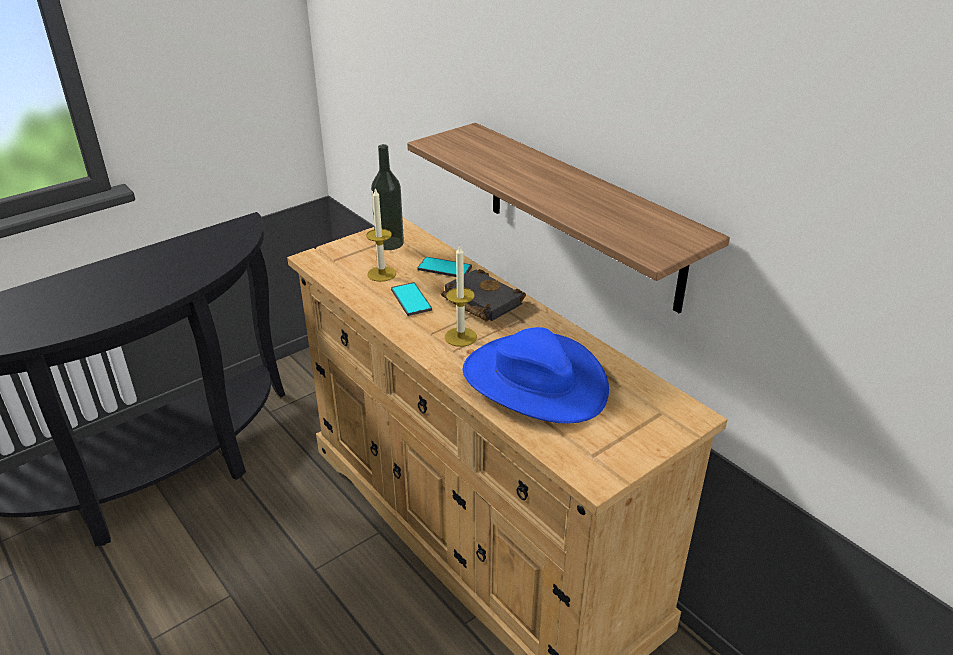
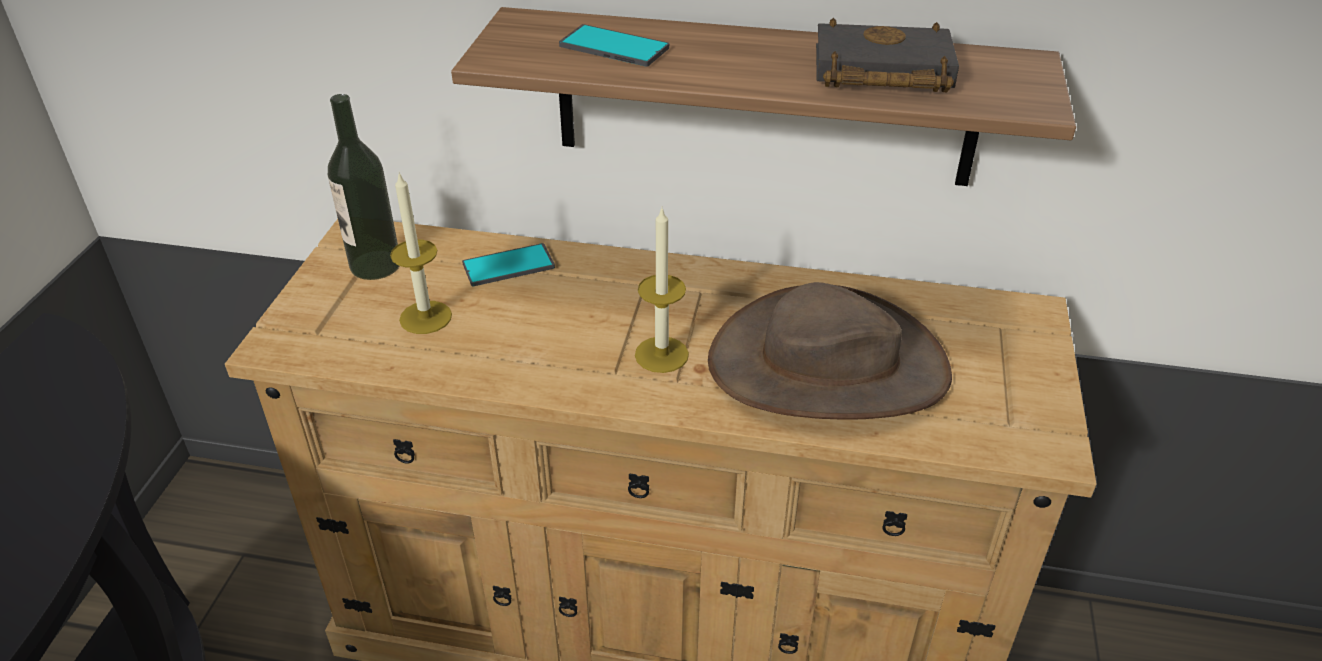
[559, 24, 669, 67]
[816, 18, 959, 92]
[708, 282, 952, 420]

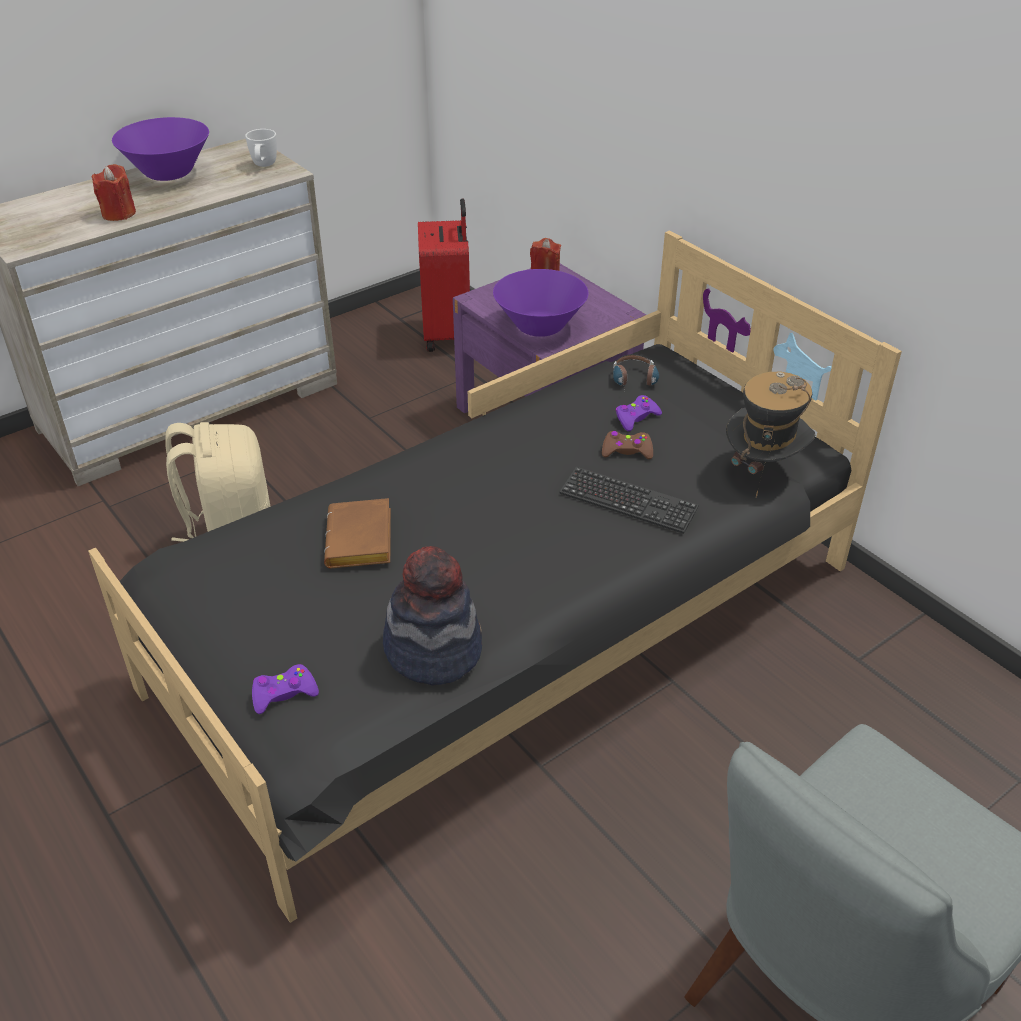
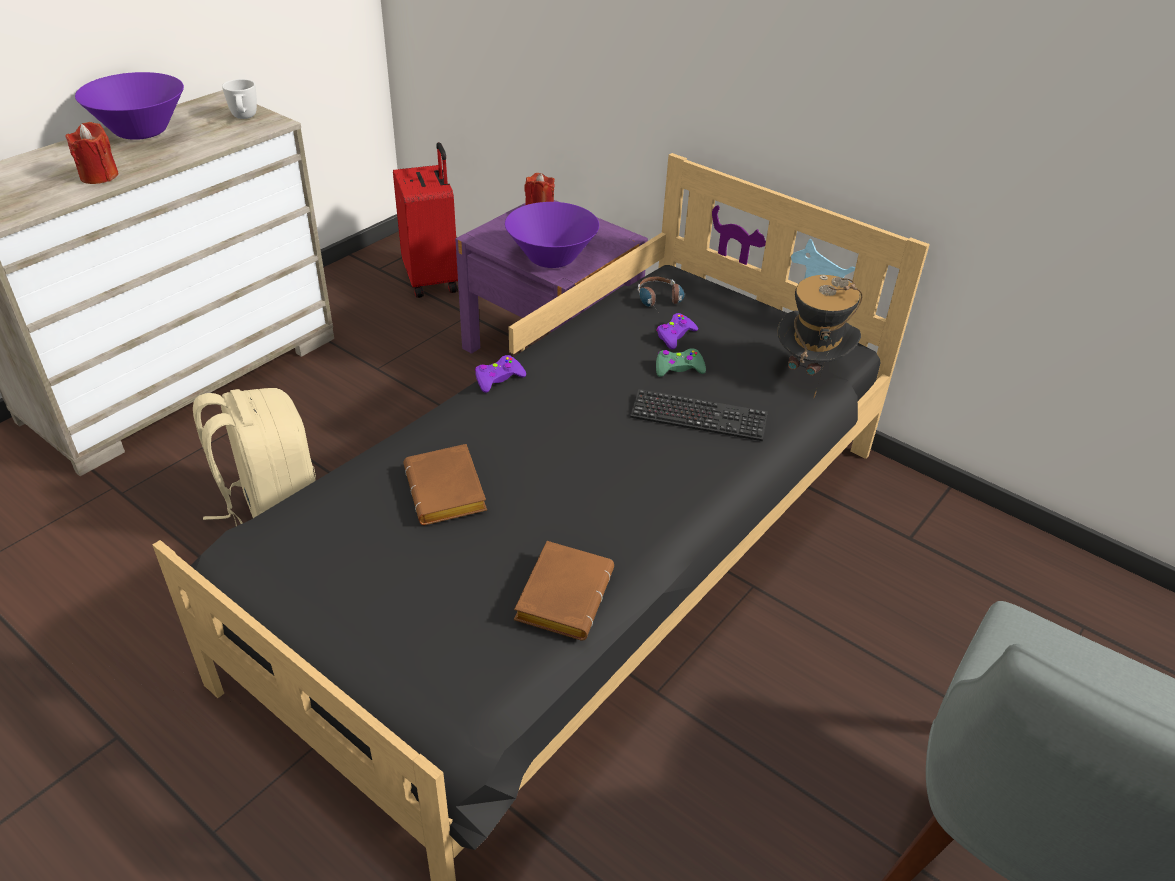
[475, 355, 526, 393]
[514, 541, 614, 641]
[656, 348, 706, 377]

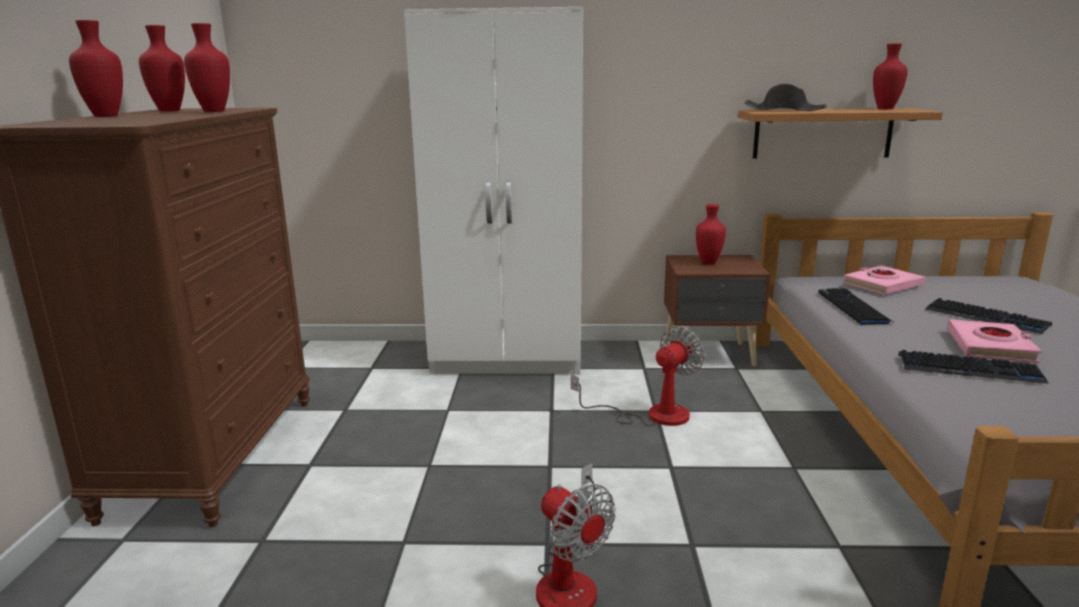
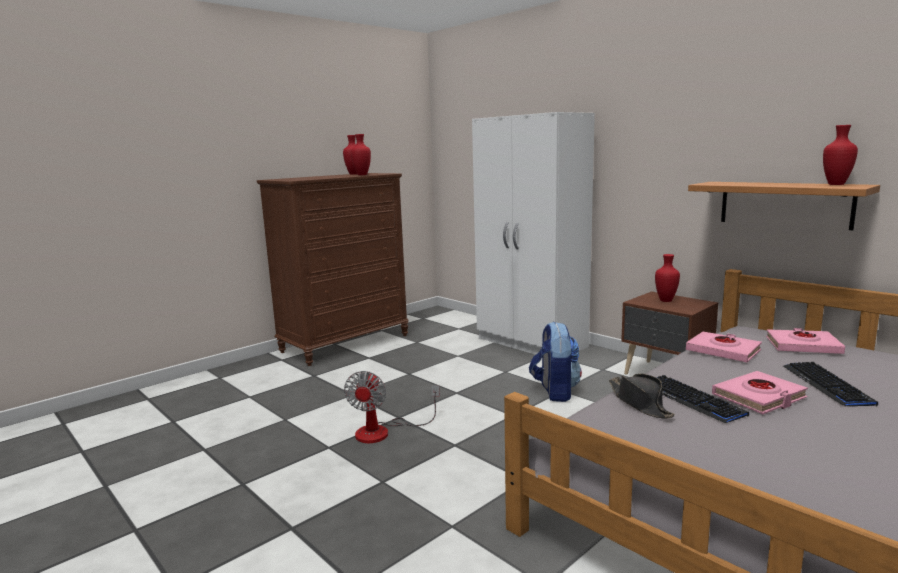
[69, 20, 123, 117] (first image)
[609, 374, 675, 419]
[529, 321, 582, 402]
[686, 332, 762, 362]

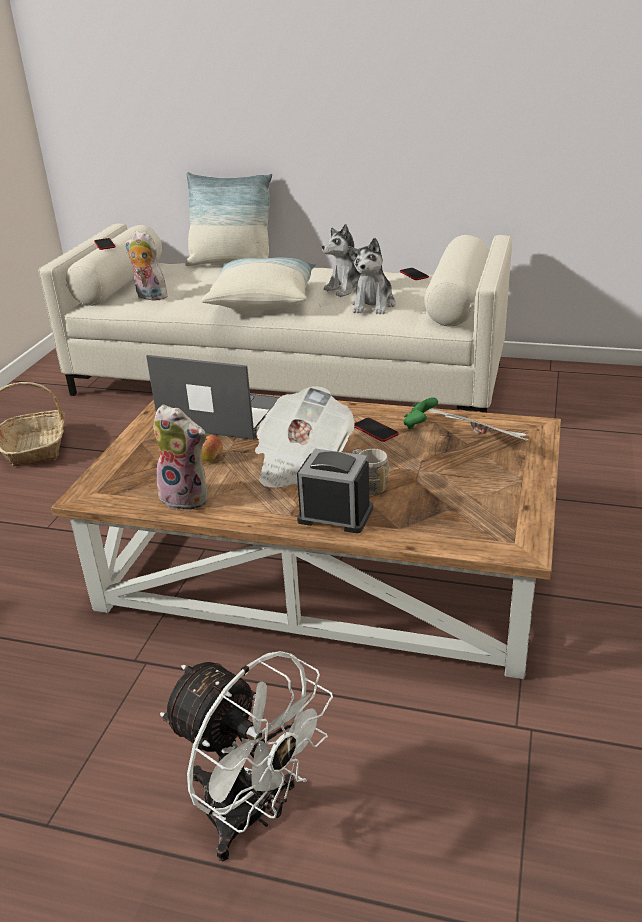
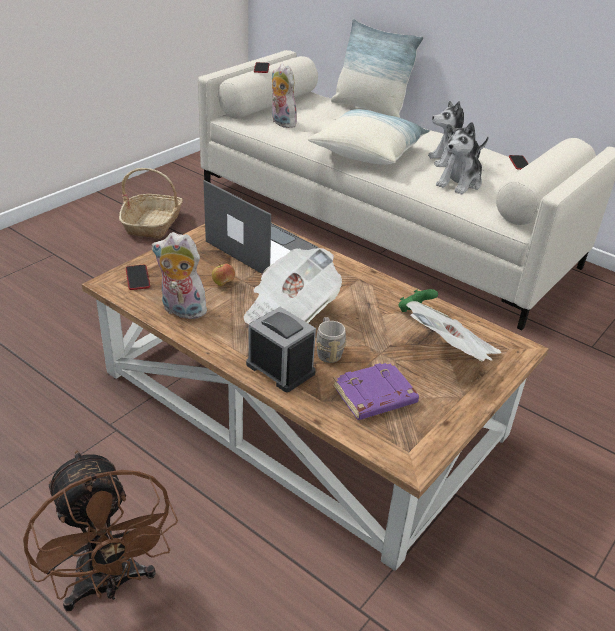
[333, 362, 419, 420]
[126, 265, 150, 290]
[23, 451, 178, 611]
[152, 232, 207, 321]

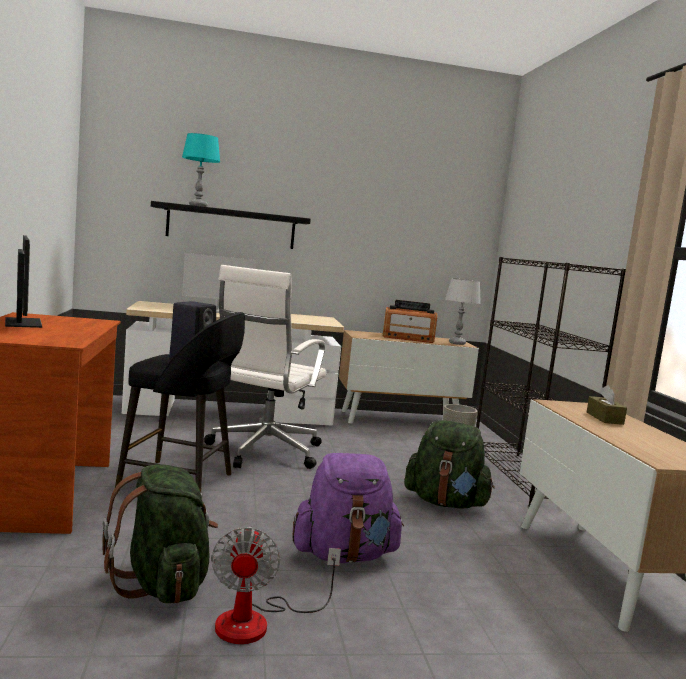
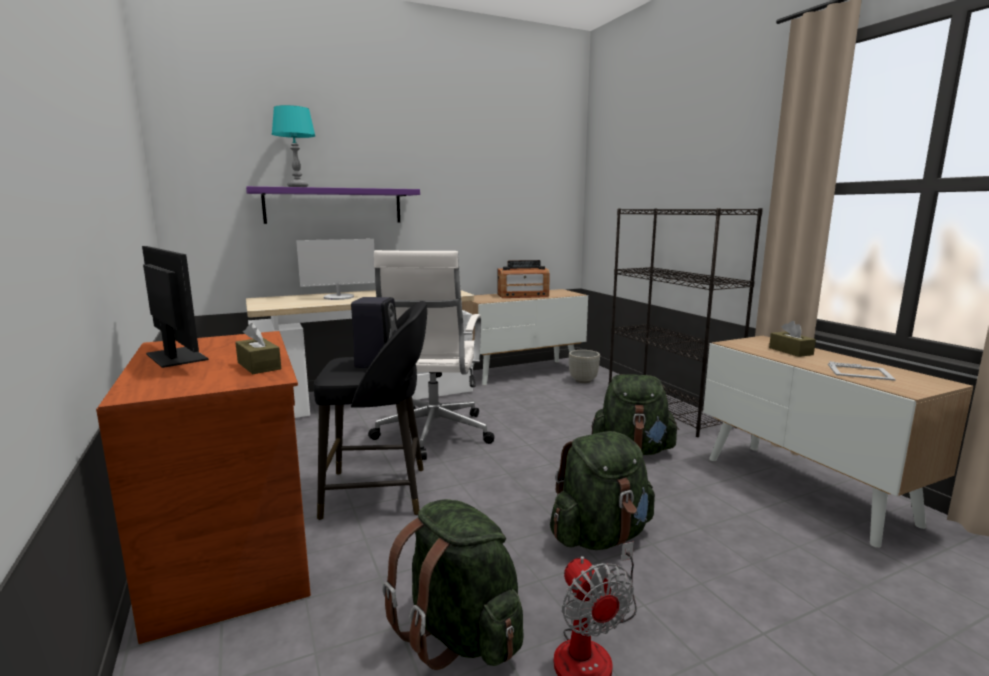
[445, 278, 481, 345] (first image)
[235, 323, 281, 374]
[828, 361, 896, 381]
[246, 186, 420, 224]
[550, 431, 655, 550]

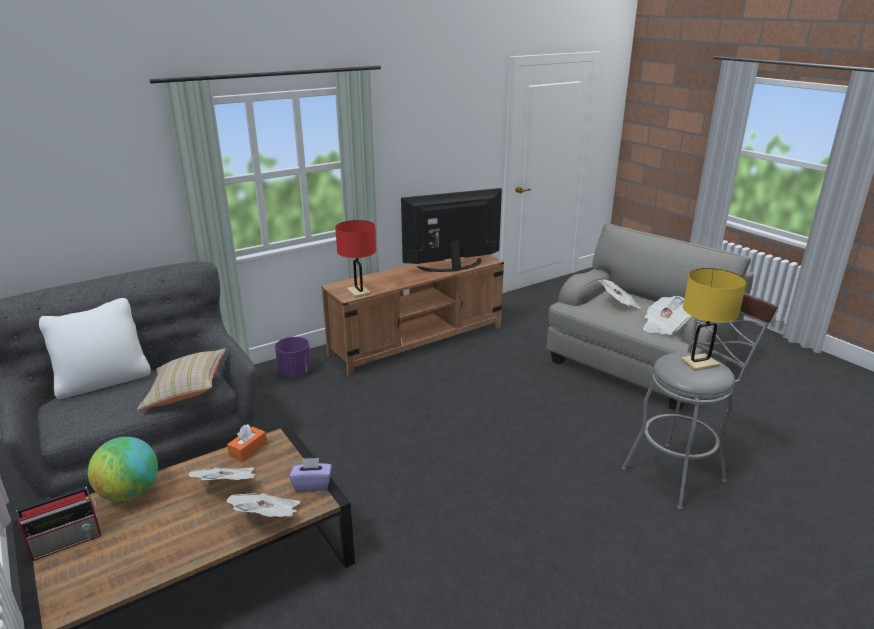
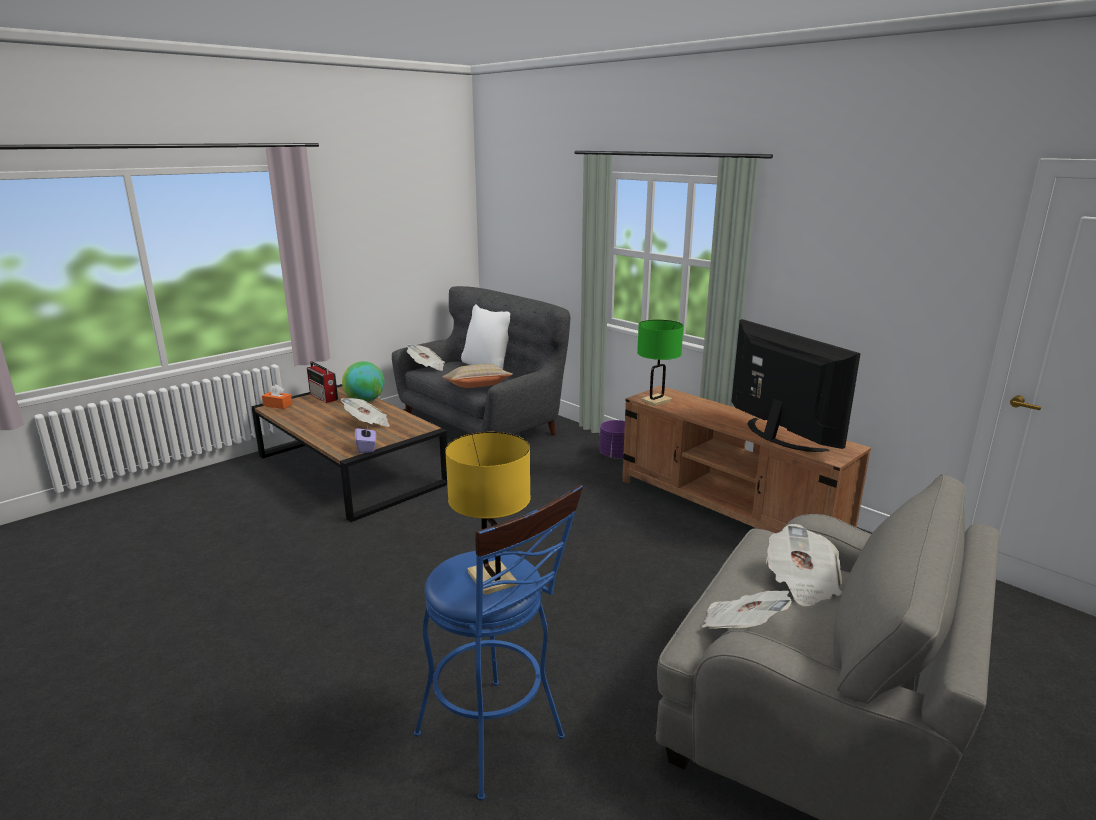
[262, 384, 293, 409]
[407, 344, 445, 371]
[637, 320, 683, 406]
[414, 484, 583, 801]

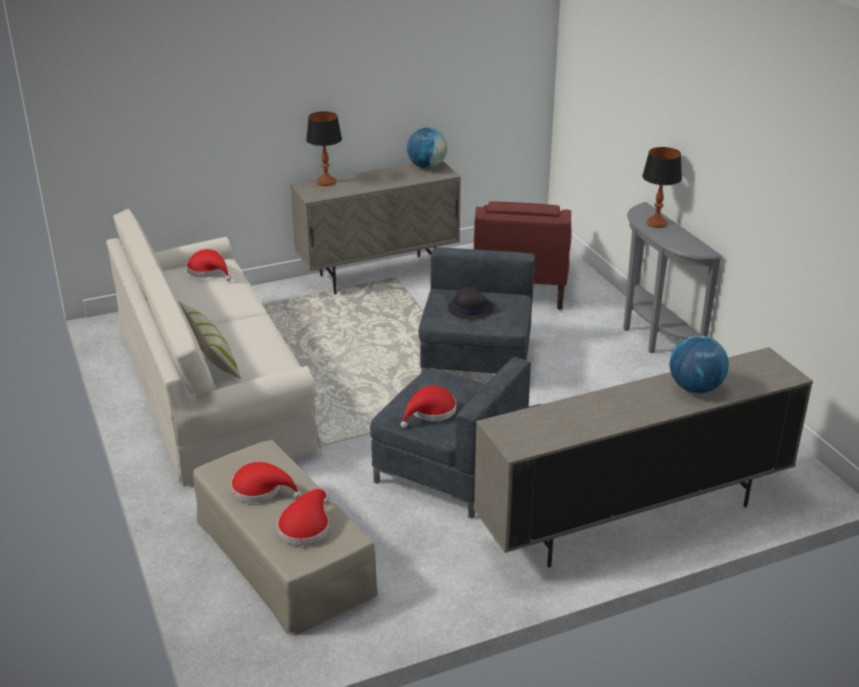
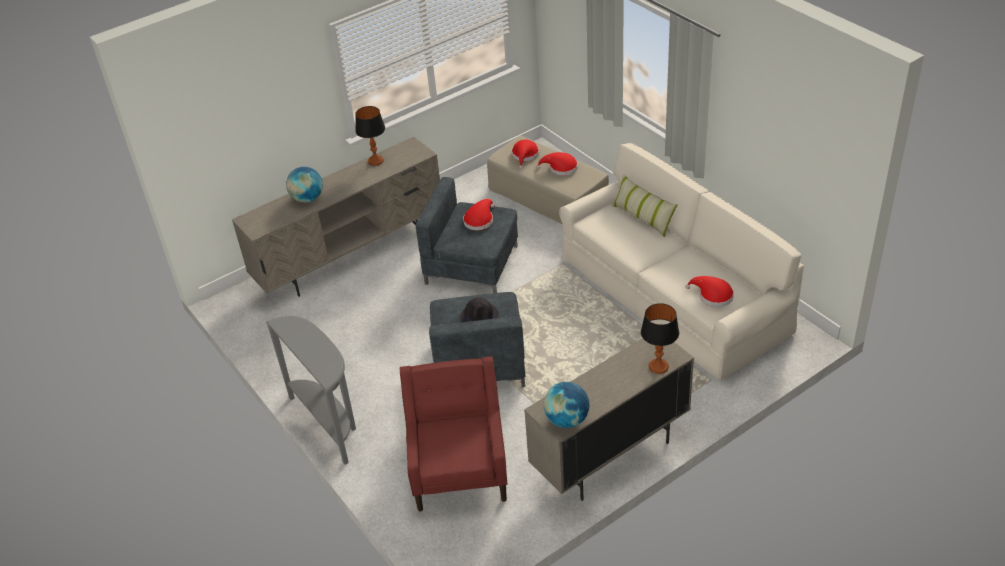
[355, 106, 385, 166]

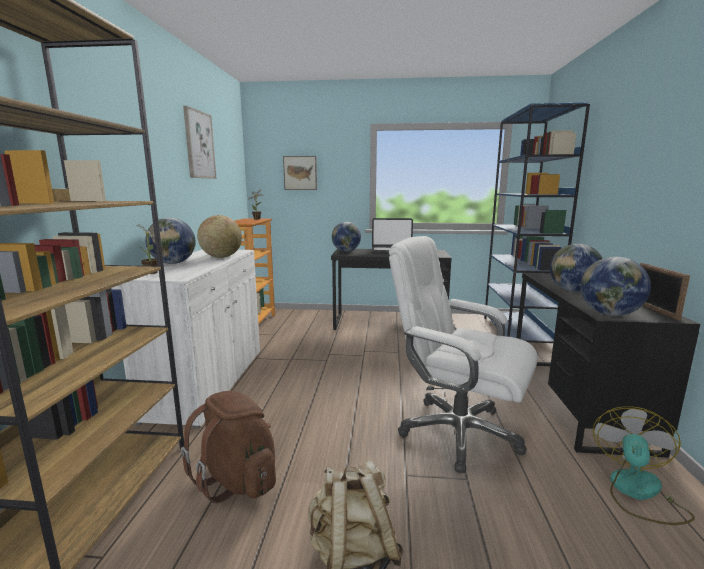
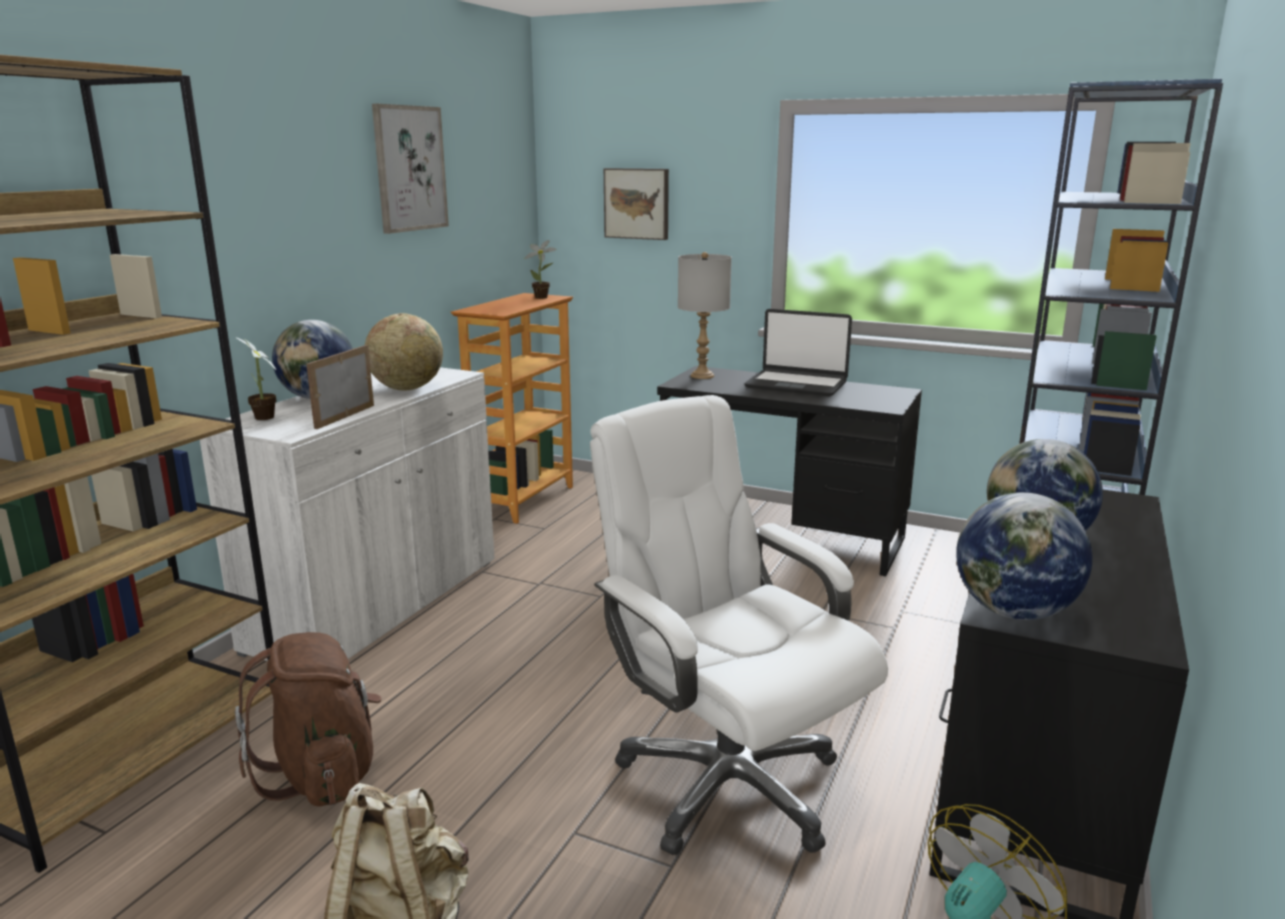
[306, 345, 374, 429]
[678, 252, 732, 379]

